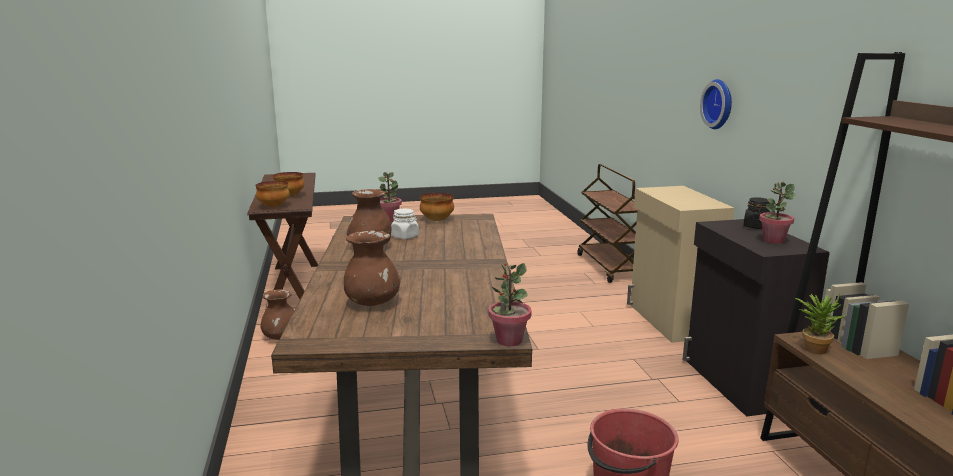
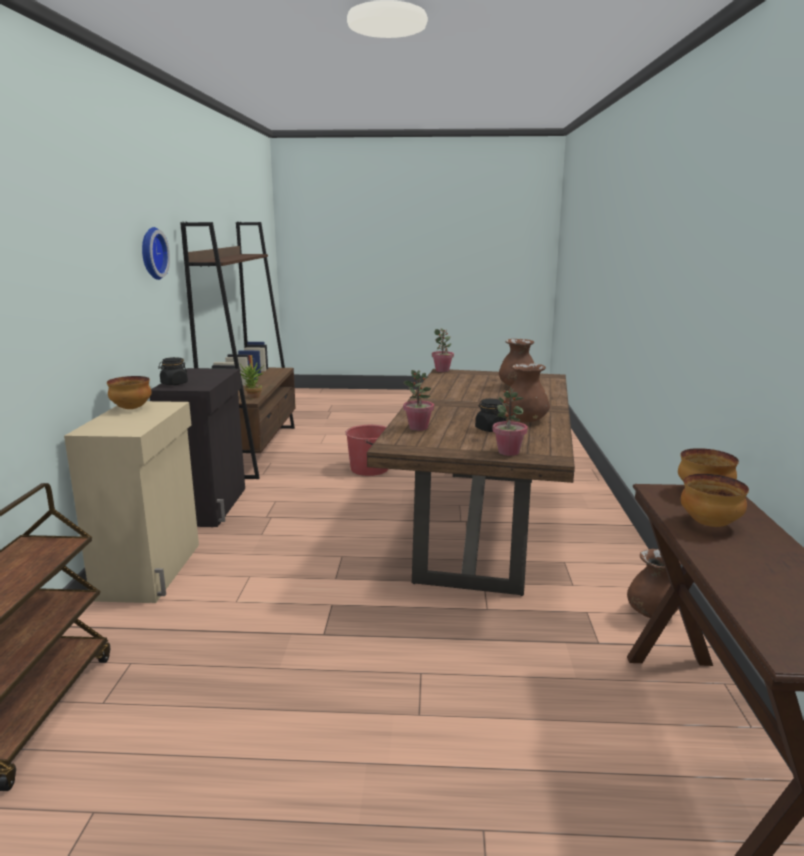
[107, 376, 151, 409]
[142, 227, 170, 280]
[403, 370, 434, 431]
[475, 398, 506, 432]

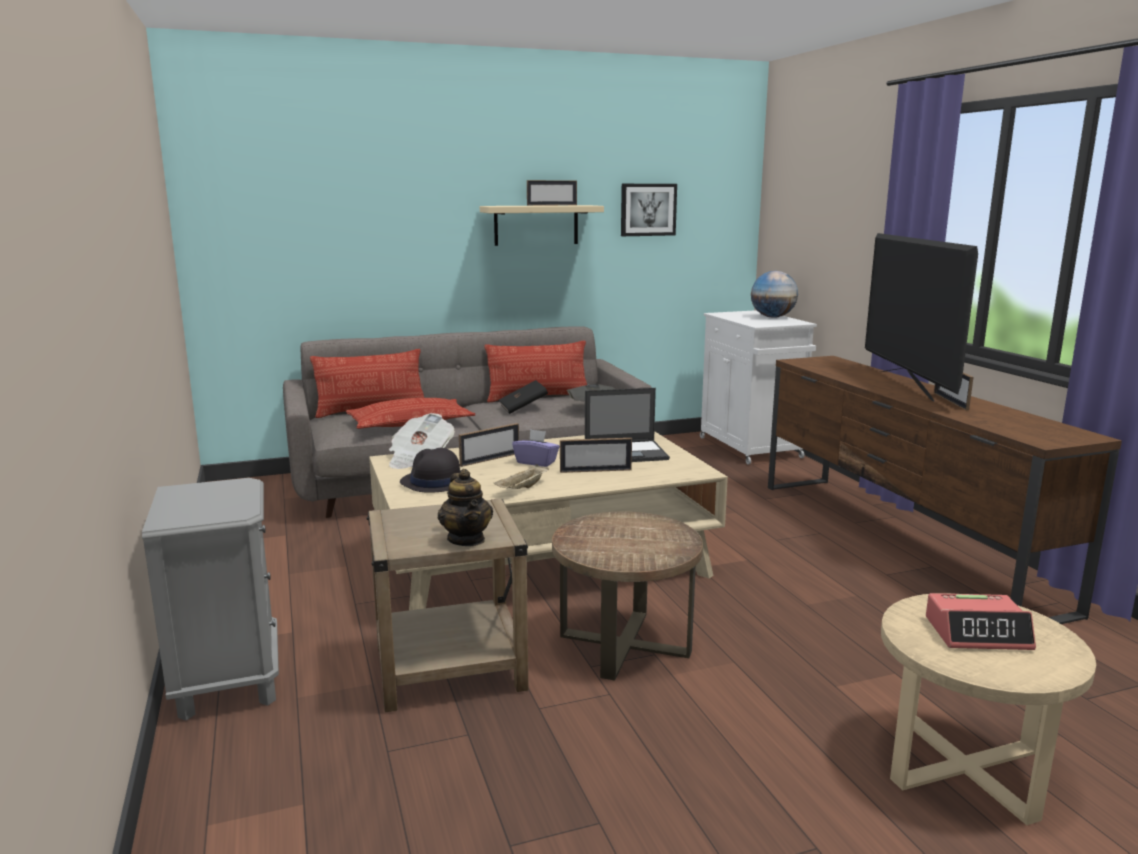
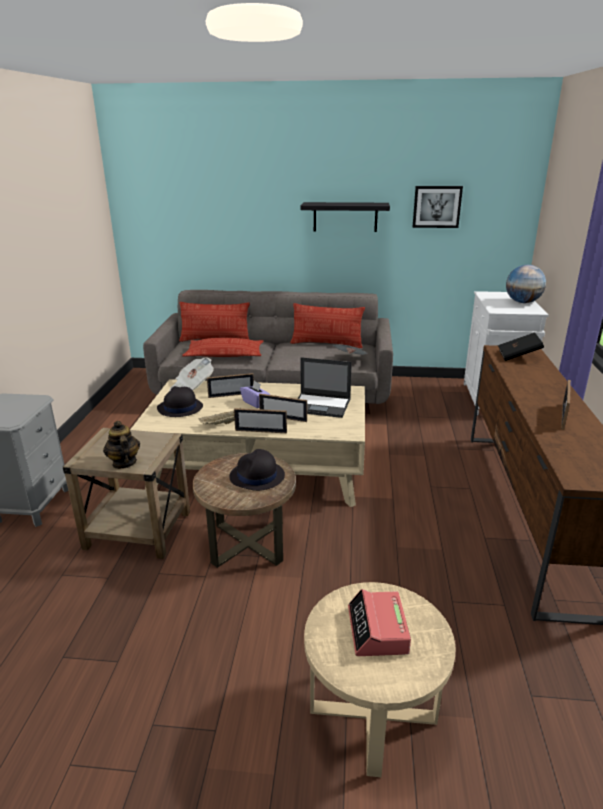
[865, 233, 978, 402] (first image)
[229, 449, 285, 491]
[498, 332, 544, 361]
[234, 408, 287, 433]
[301, 202, 390, 232]
[103, 421, 140, 469]
[348, 589, 411, 656]

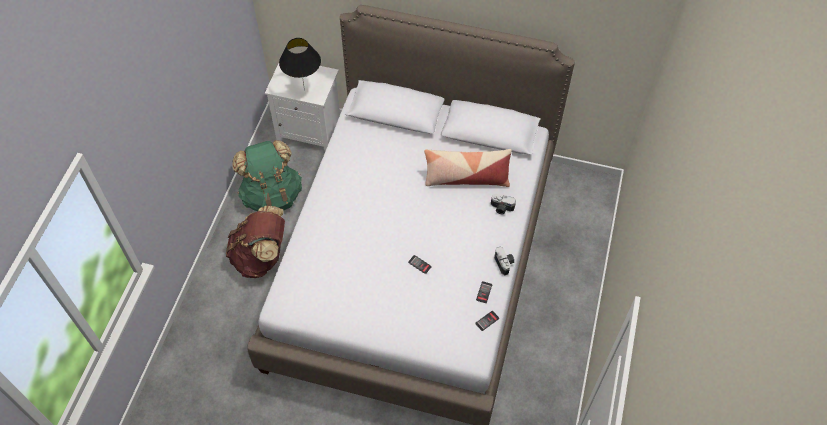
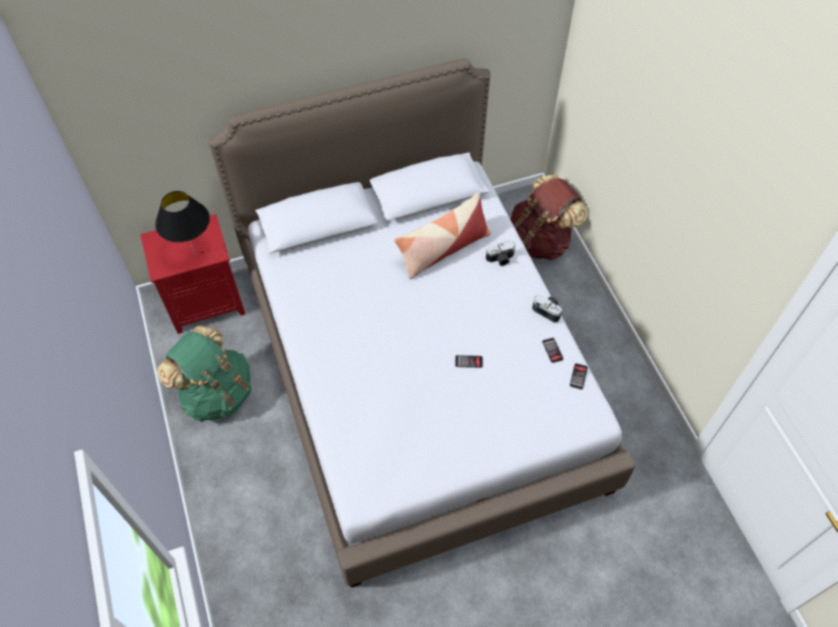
[510, 174, 588, 260]
[140, 214, 245, 334]

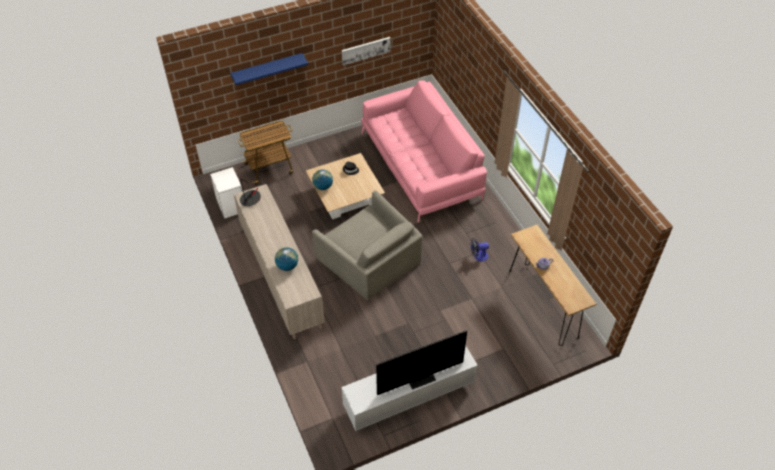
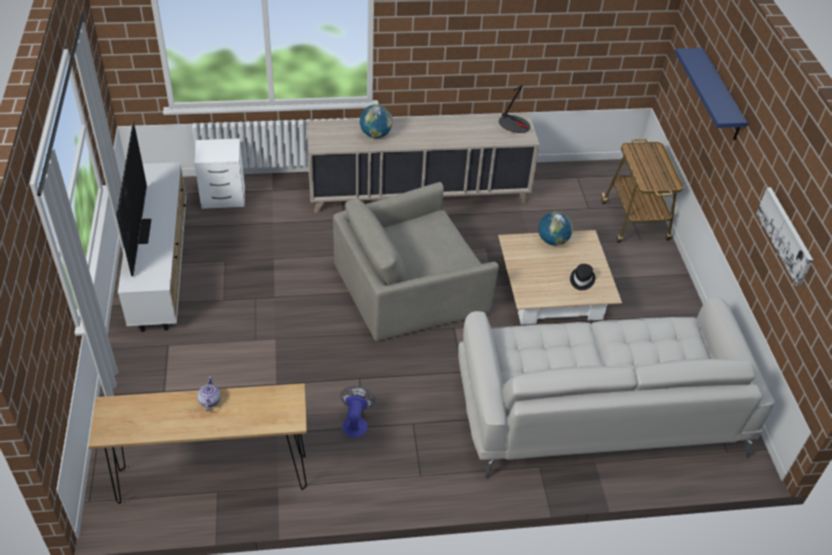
[194, 138, 245, 209]
[458, 297, 775, 479]

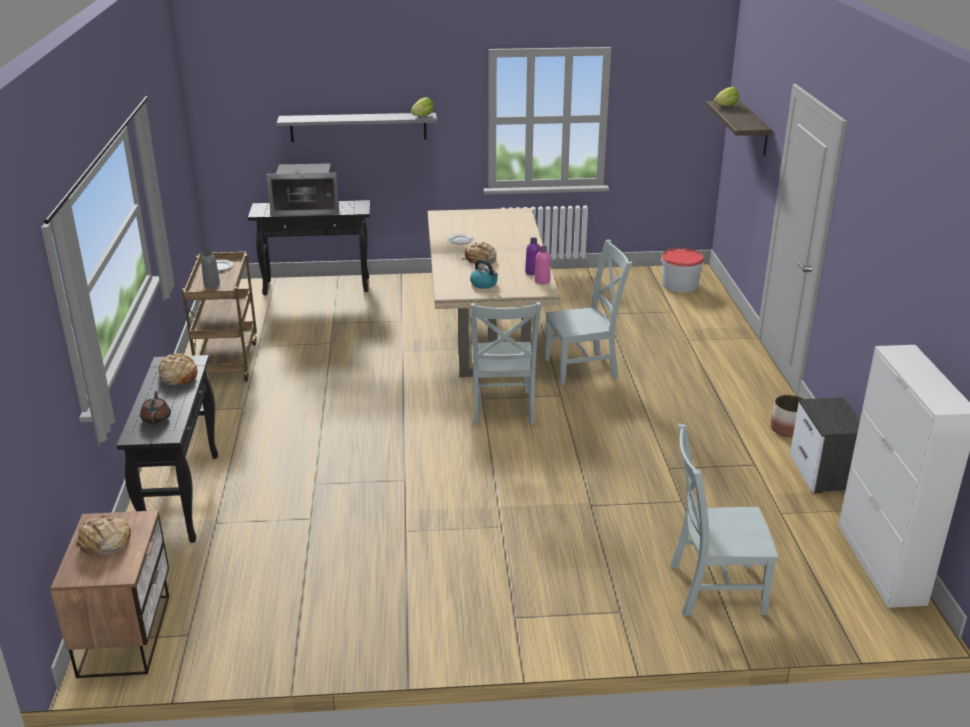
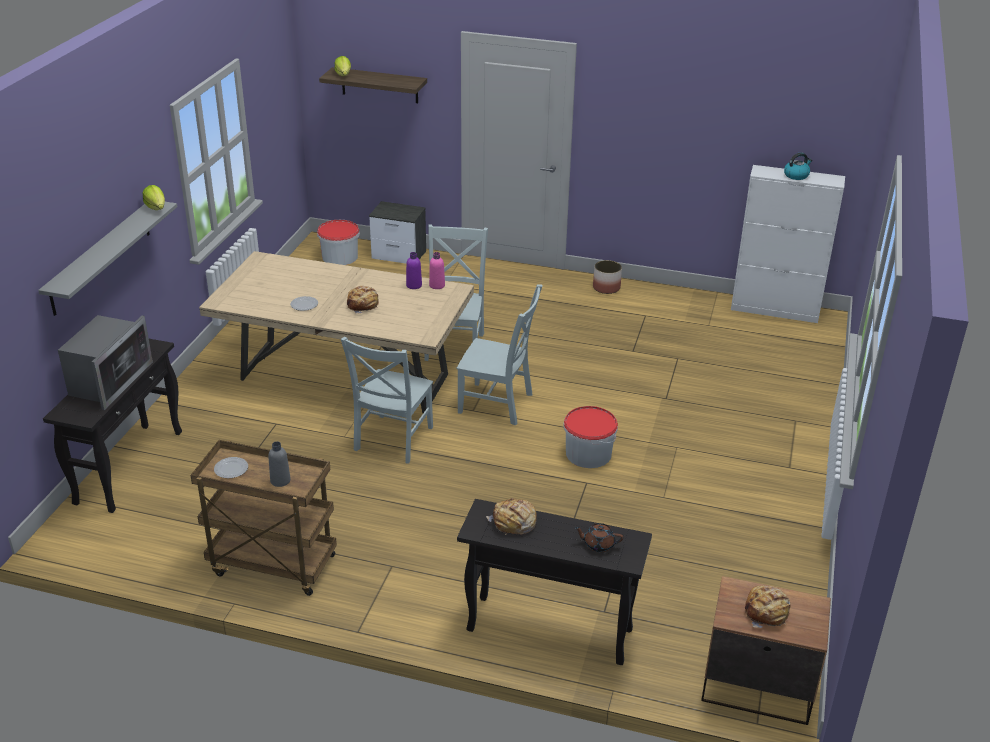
[563, 406, 618, 468]
[784, 153, 812, 180]
[341, 337, 433, 463]
[369, 201, 426, 264]

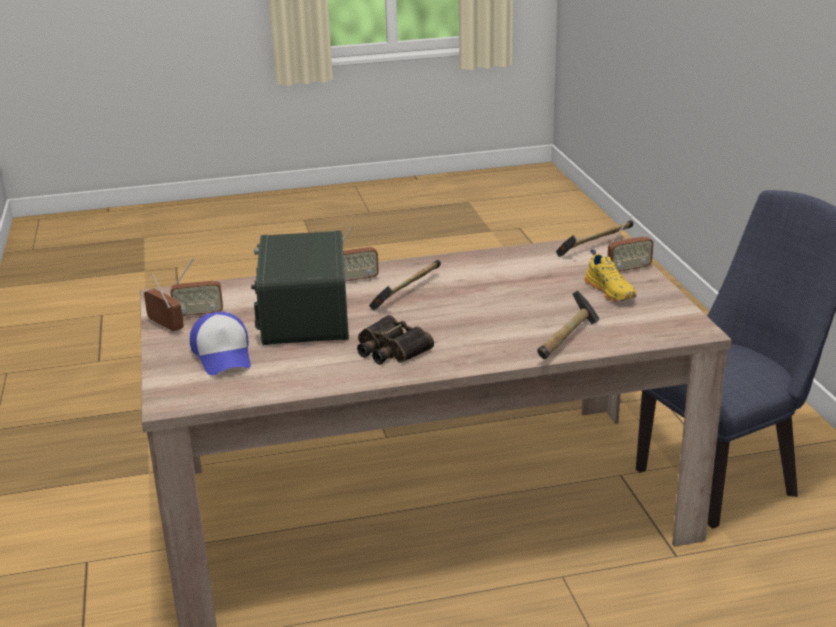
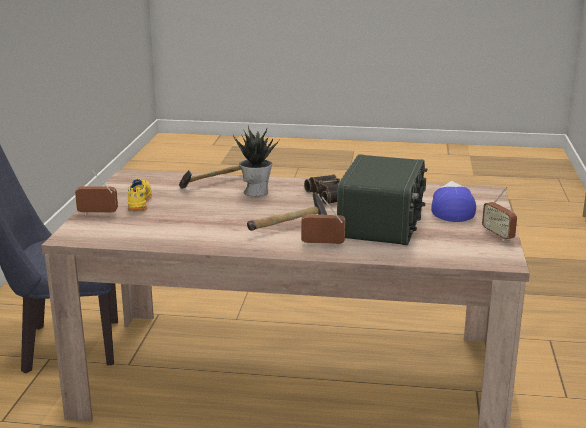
[170, 258, 223, 319] (first image)
[556, 220, 634, 257] (first image)
[233, 126, 280, 196]

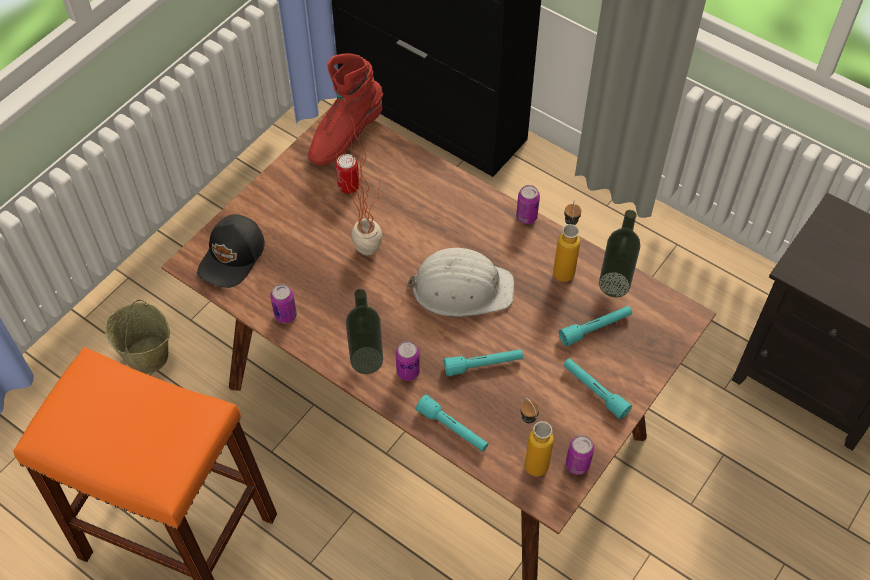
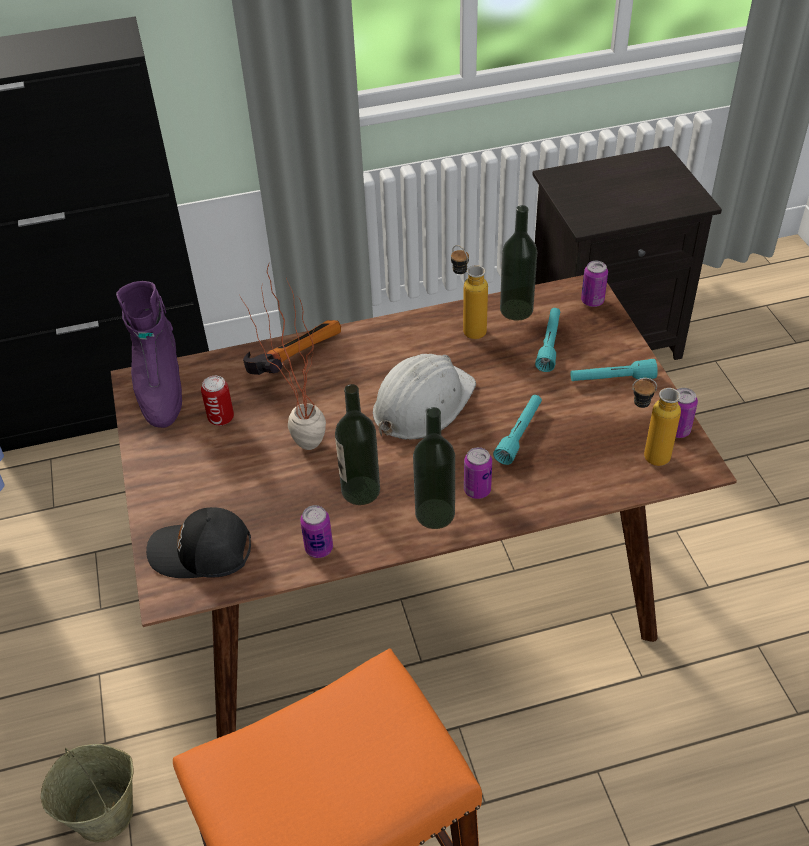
[416, 395, 488, 452] (first image)
[243, 320, 341, 375]
[335, 384, 380, 505]
[581, 261, 608, 307]
[116, 281, 182, 428]
[146, 507, 251, 578]

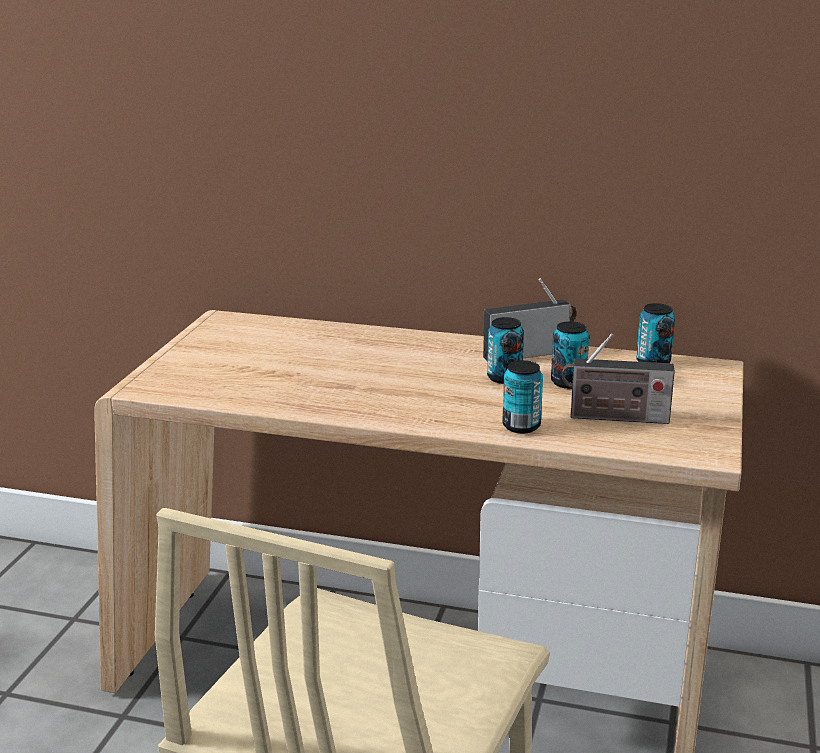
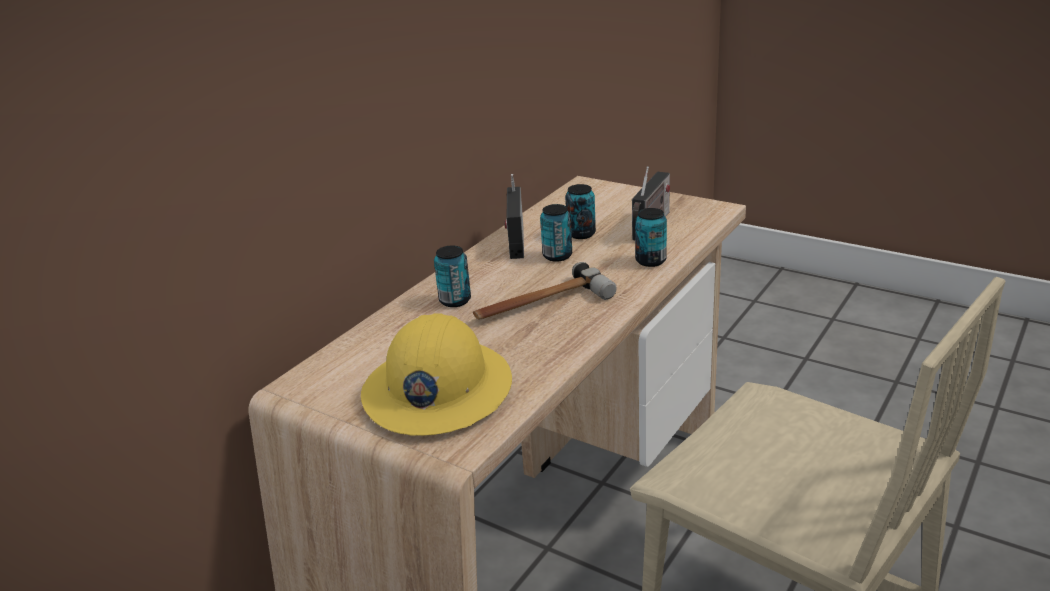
[361, 313, 512, 436]
[473, 262, 616, 320]
[434, 245, 471, 307]

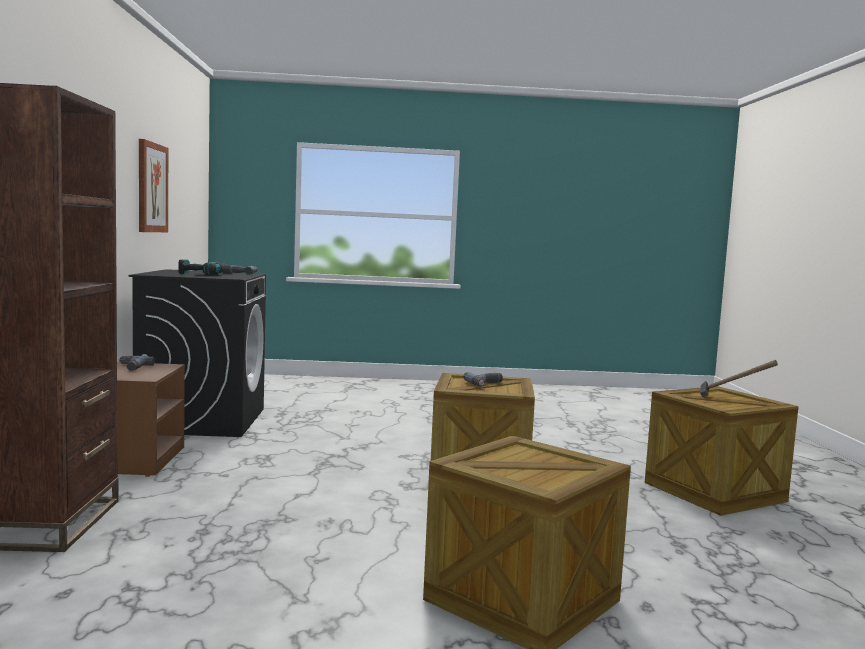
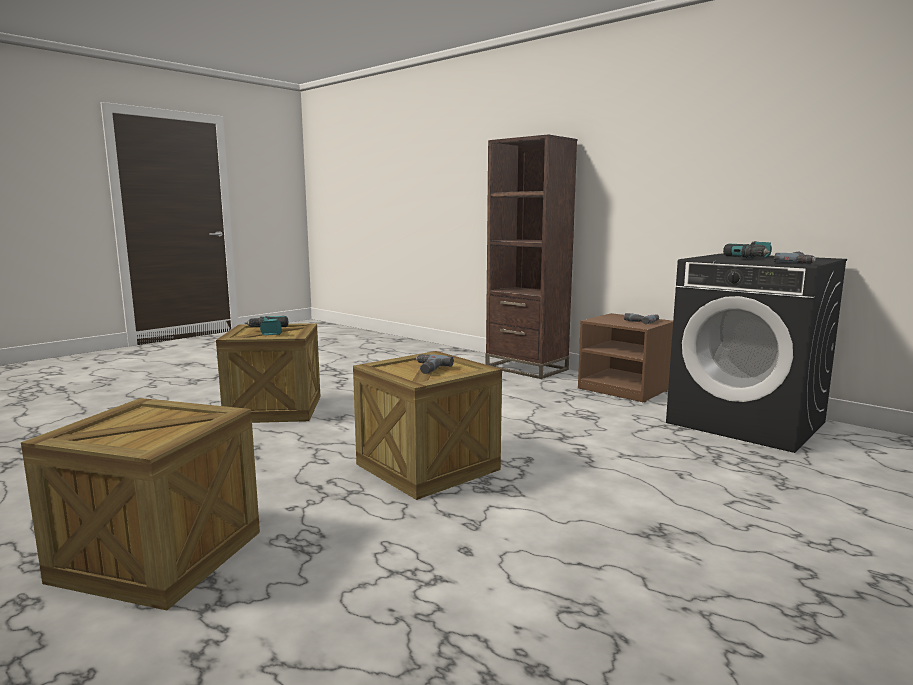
[139, 139, 168, 232] (first image)
[700, 360, 778, 397] (first image)
[245, 316, 288, 335]

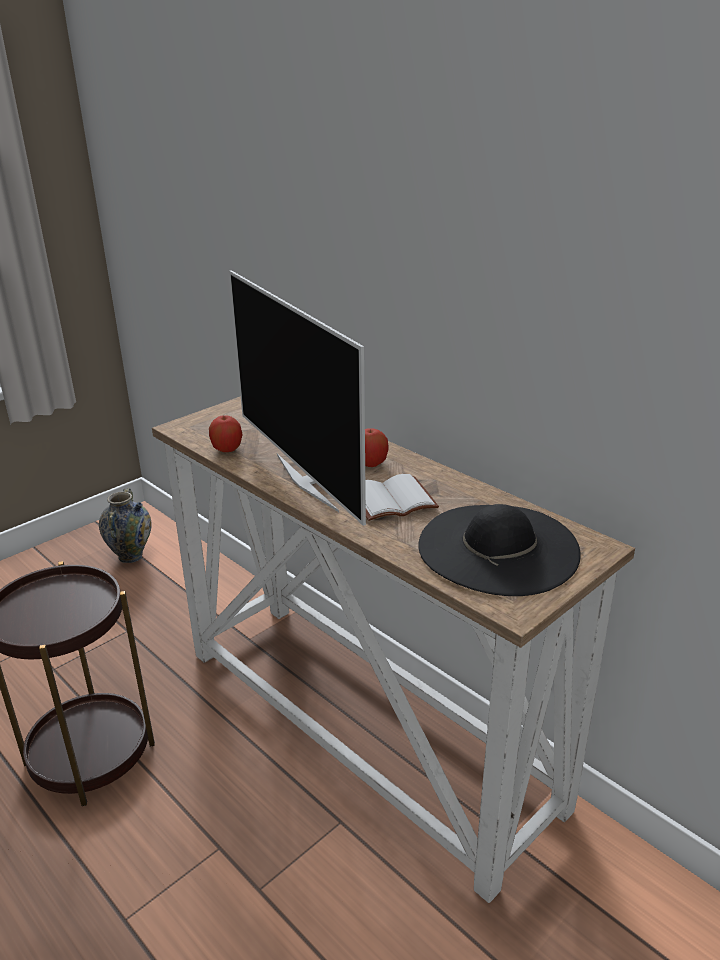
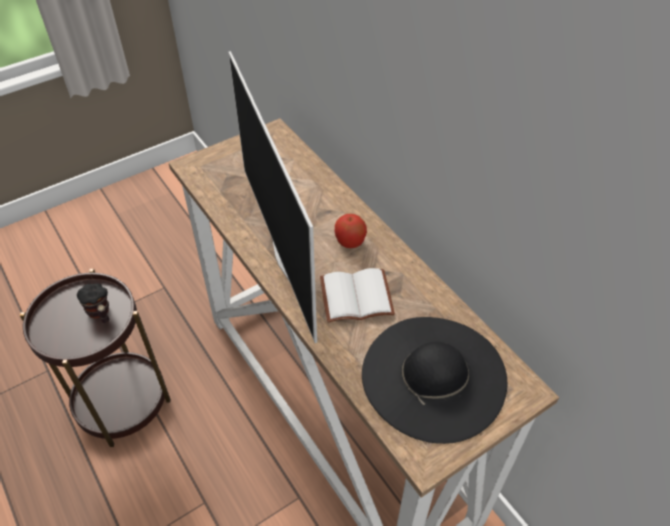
[99, 488, 152, 563] (first image)
[209, 415, 243, 452] (first image)
[77, 283, 109, 323]

